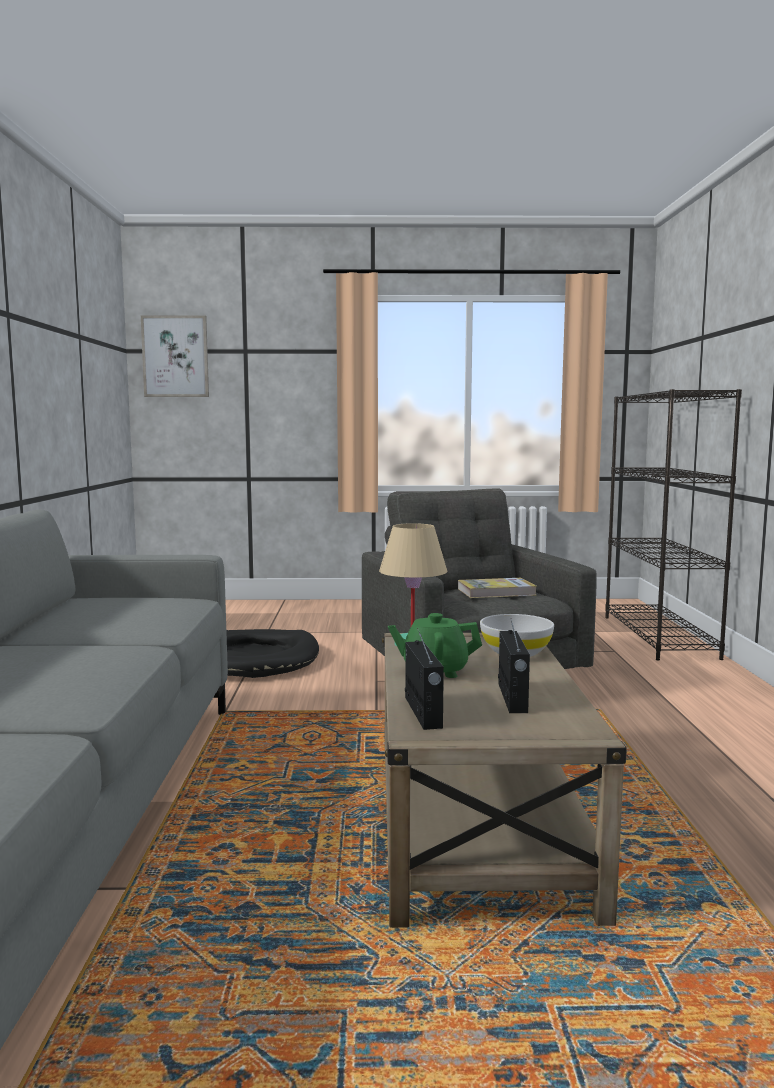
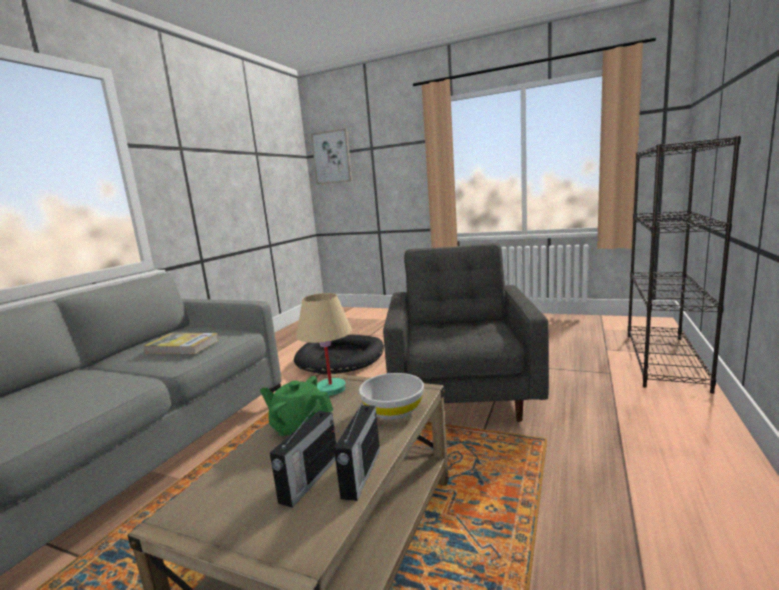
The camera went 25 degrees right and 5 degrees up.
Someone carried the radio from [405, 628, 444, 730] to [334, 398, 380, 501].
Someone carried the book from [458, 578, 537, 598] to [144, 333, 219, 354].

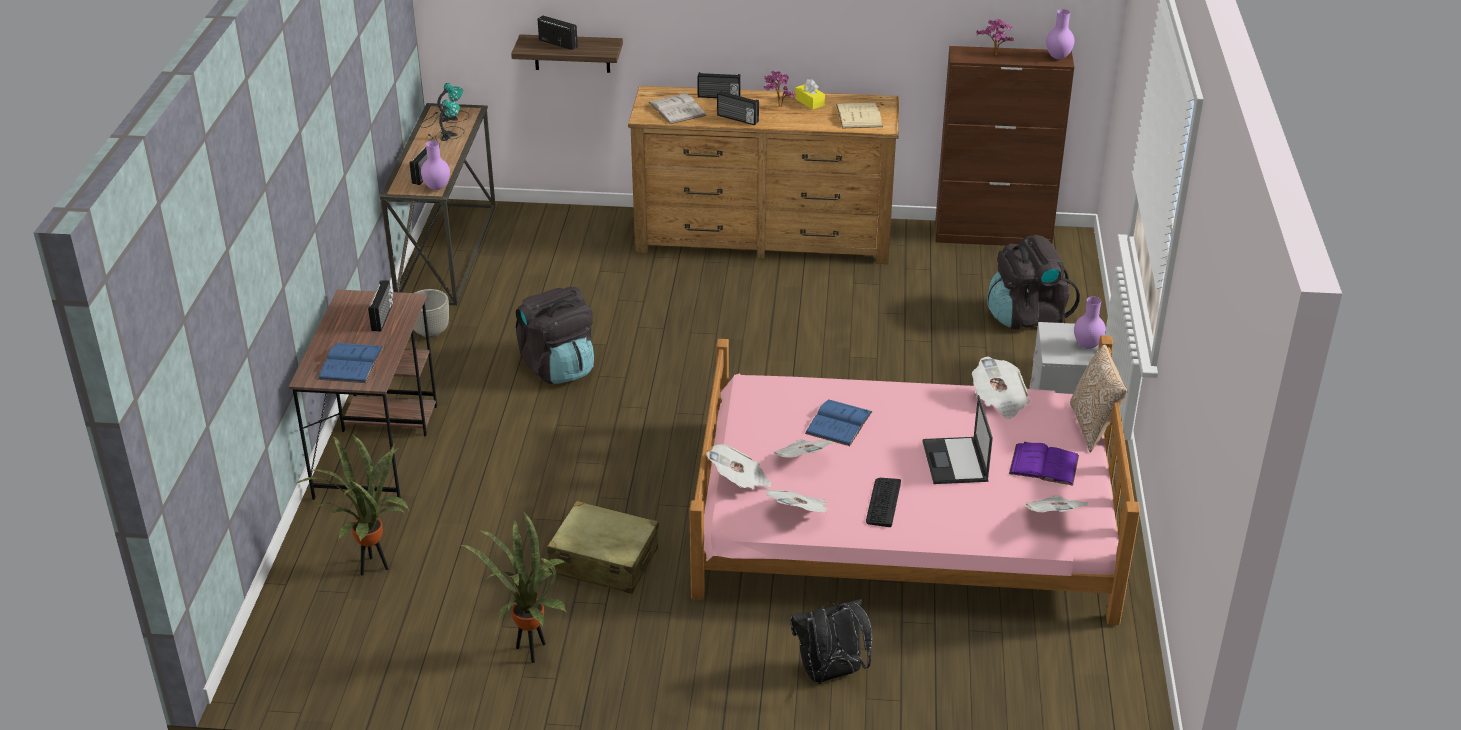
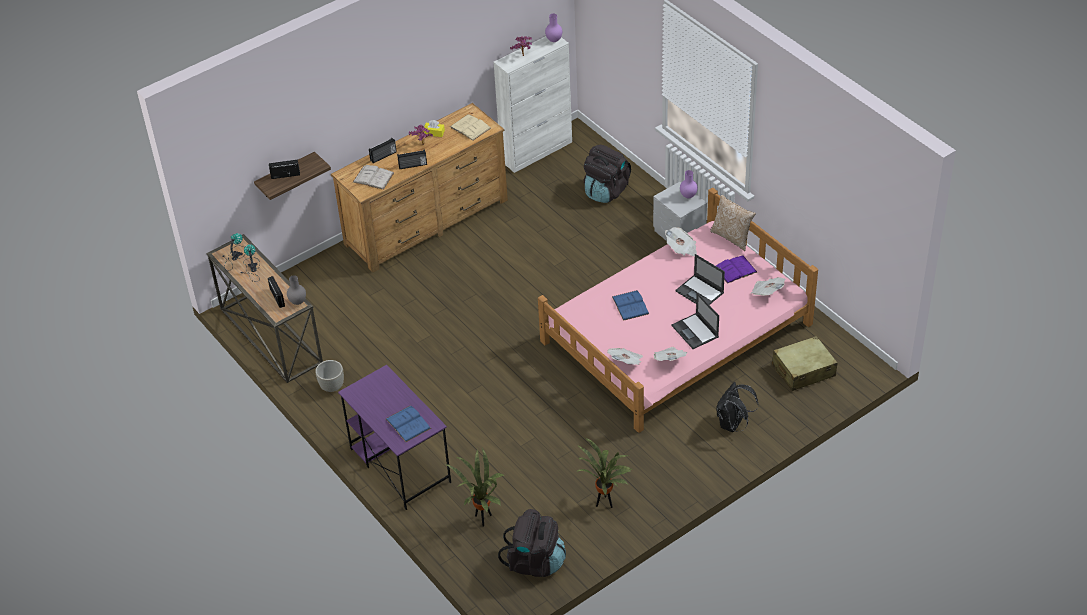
The camera went 40 degrees left and 10 degrees up.
Someone took away the radio at [368, 280, 393, 332].
Someone took away the newspaper at [774, 440, 833, 458].
Someone carried the backpack (black) from [516, 287, 594, 384] to [498, 509, 566, 577].
Someone carried the suitcase (beige) from [547, 501, 659, 594] to [772, 336, 838, 391].
Someone swapped the keyboard at [866, 478, 901, 527] for the laptop at [671, 292, 719, 349].
Someone repainted the desk (brown) at [289, 289, 437, 505], which became the desk (purple) at [338, 365, 451, 510].
Someone repainted the vase (purple) at [421, 140, 450, 190], which became the vase (grey) at [287, 275, 306, 305].
Someone repainted the cabinet (brown) at [935, 46, 1074, 246], which became the cabinet (white) at [494, 36, 572, 173].

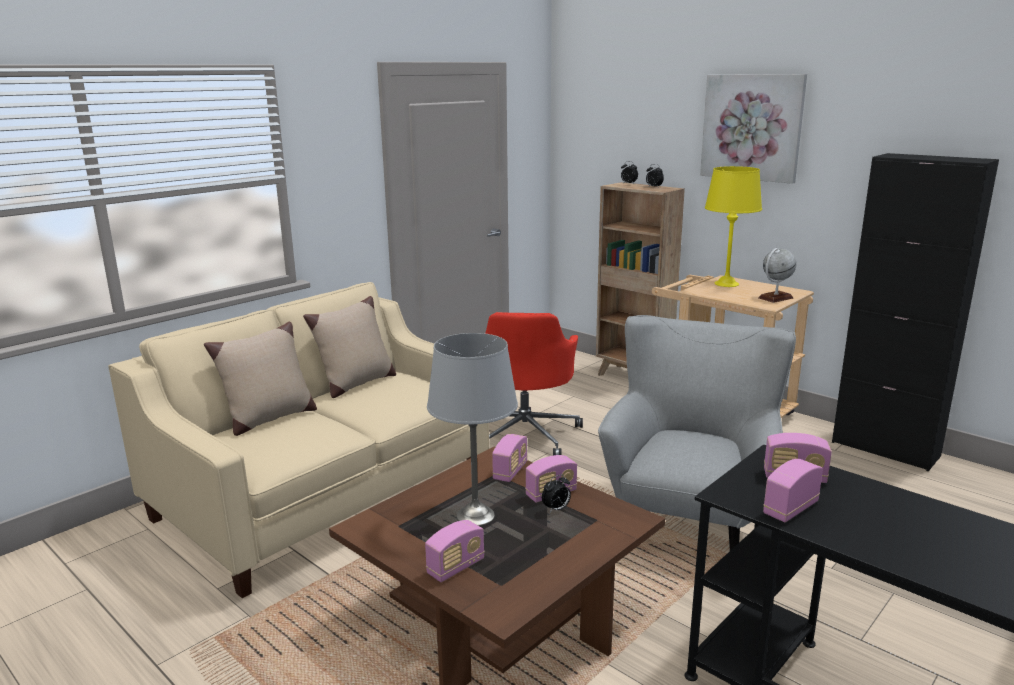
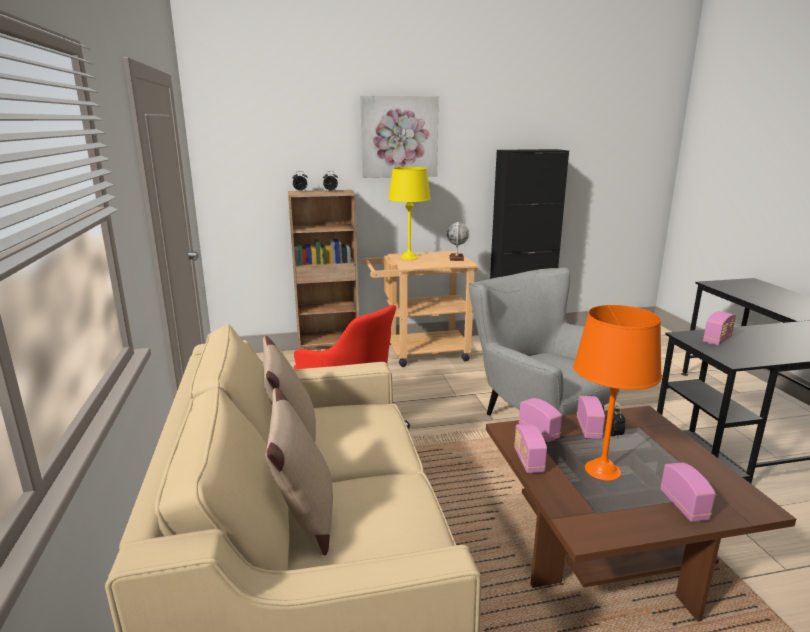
The camera went 55 degrees left and 0 degrees up.
Someone carried the radio from [763, 459, 823, 522] to [514, 424, 547, 473].
Someone repainted the table lamp (grey) at [427, 333, 518, 526], which became the table lamp (orange) at [573, 305, 662, 481].

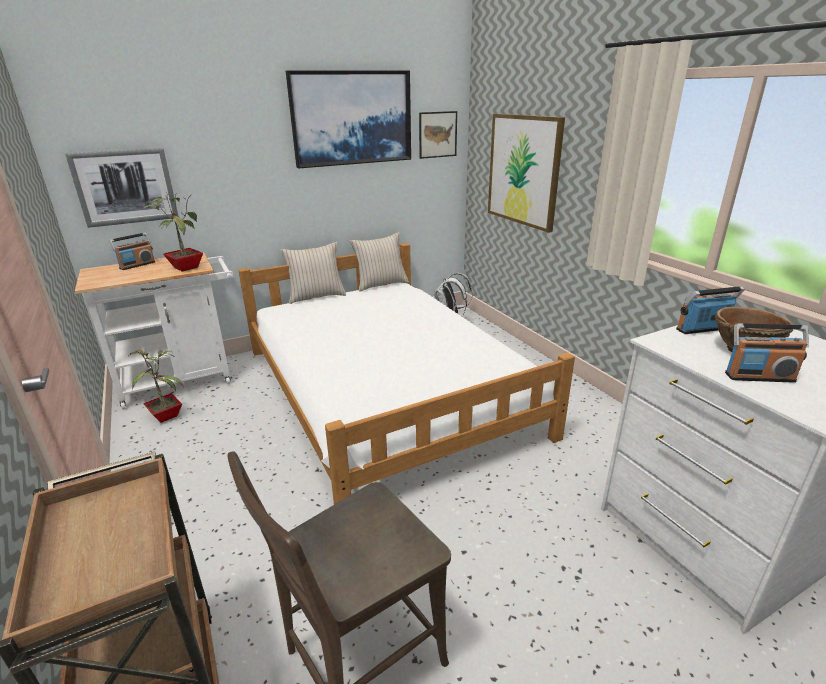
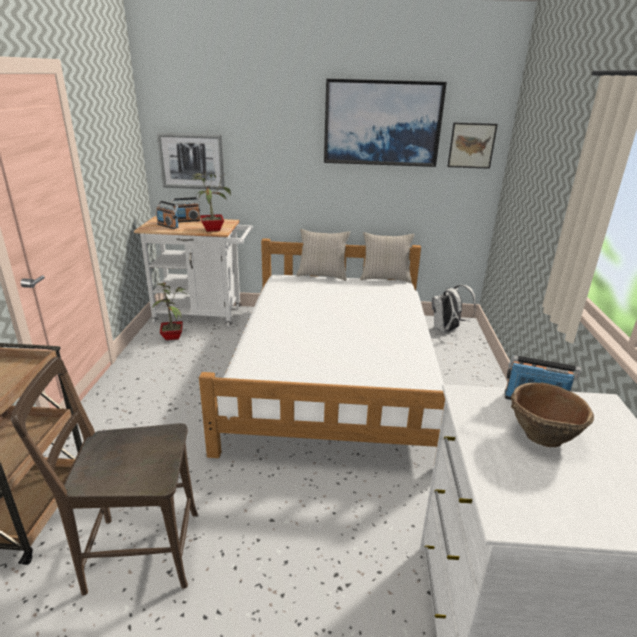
The camera went 30 degrees right and 0 degrees up.
Someone took away the picture at [488, 114, 565, 233].
Someone carried the radio from [725, 324, 808, 383] to [156, 200, 179, 229].

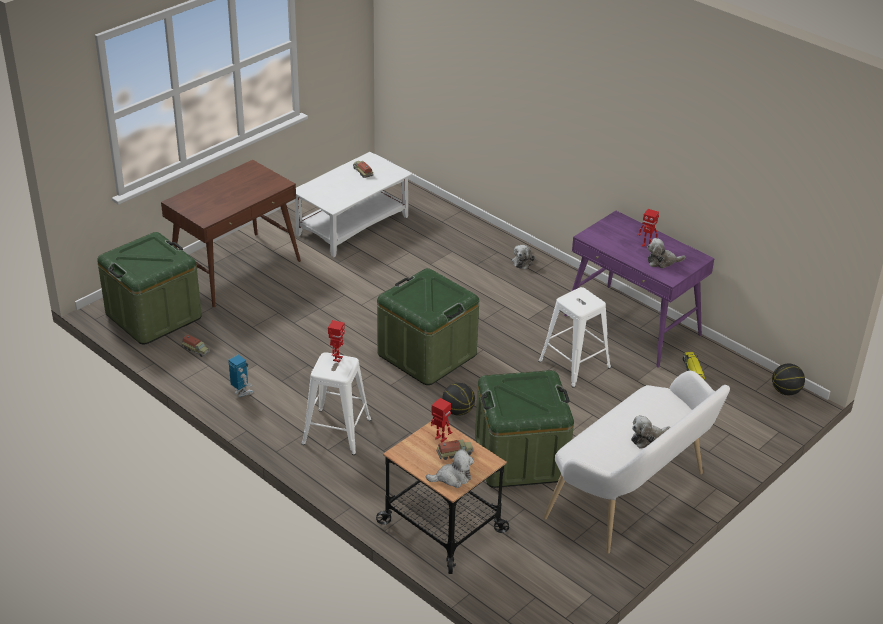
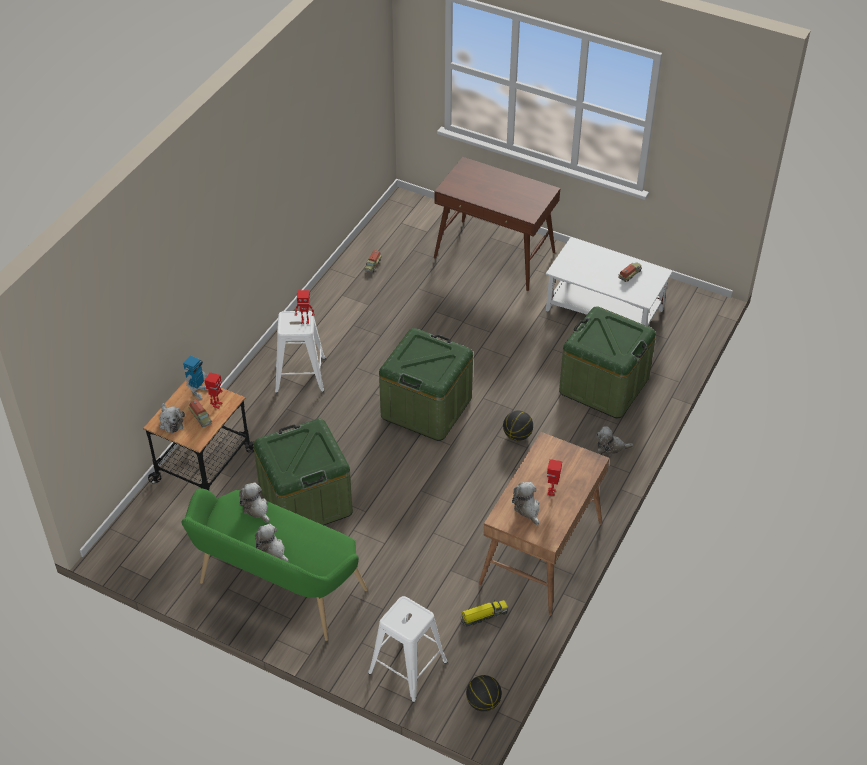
The camera went 75 degrees right and 10 degrees up.
Someone put down the plush toy at [239, 483, 269, 523].
Someone carried the storage box (green) from [97, 232, 202, 345] to [559, 306, 656, 418].
Someone carried the toy robot from [228, 355, 254, 397] to [183, 355, 209, 399].
Someone carried the basketball from [442, 383, 475, 416] to [503, 410, 533, 441].
Someone carried the stool (white) from [538, 287, 611, 388] to [368, 596, 448, 702].
Someone repainted the bench (white) at [543, 371, 730, 554], which became the bench (green) at [181, 488, 368, 641].
Someone repainted the desk (purple) at [564, 211, 715, 368], which became the desk (brown) at [478, 432, 609, 616].

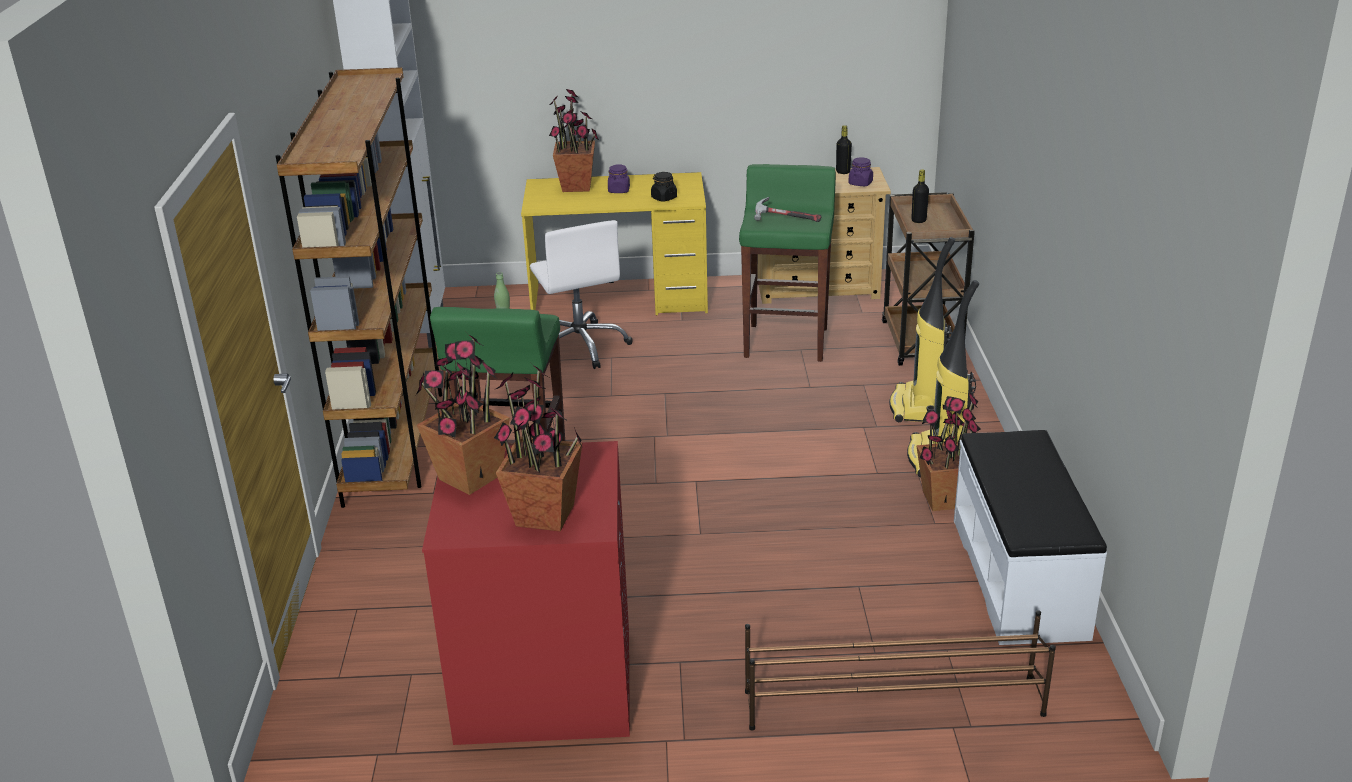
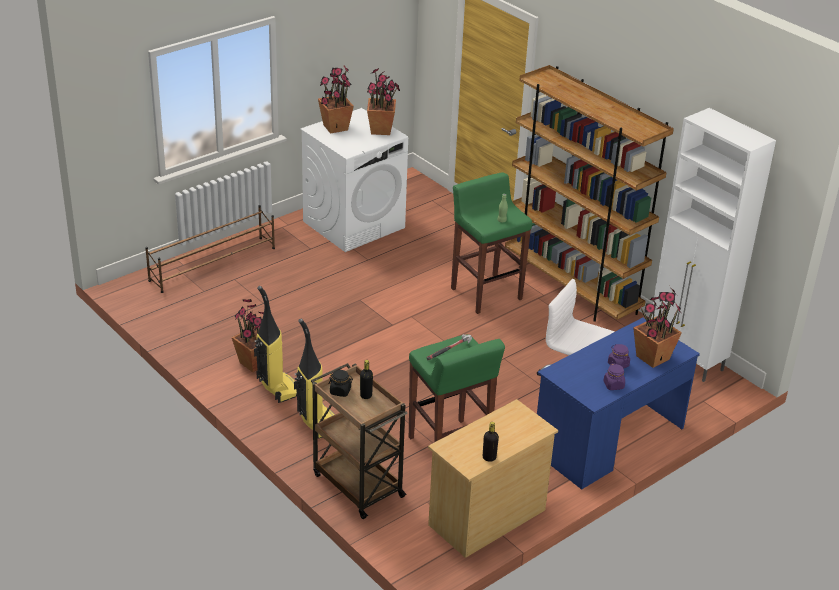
The camera went 140 degrees right and 5 degrees up.
Someone took away the bench (white) at [954, 430, 1107, 645].
Someone carried the jar (black) from [651, 172, 677, 202] to [329, 370, 353, 397].
Someone carried the jar (purple) from [848, 157, 873, 186] to [603, 363, 625, 390].
Someone repainted the washing machine (red) at [422, 441, 630, 745], which became the washing machine (white) at [300, 108, 408, 252].
Someone repainted the desk (yellow) at [521, 172, 708, 315], which became the desk (blue) at [537, 318, 700, 489].

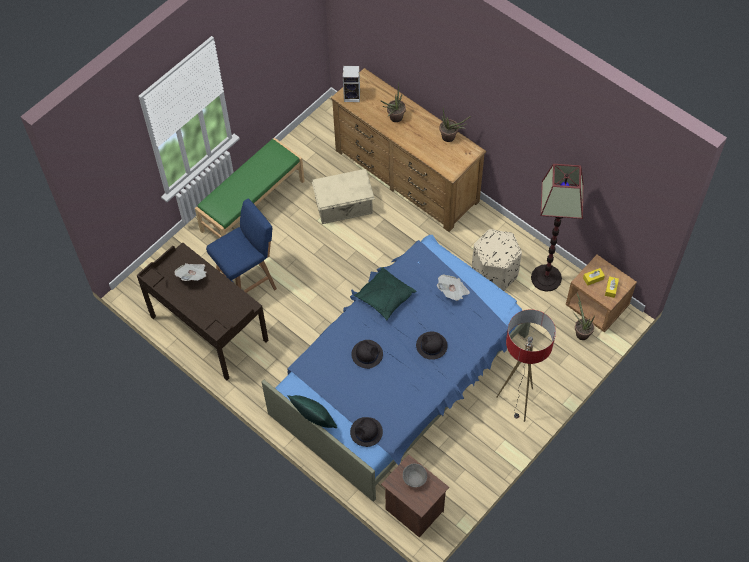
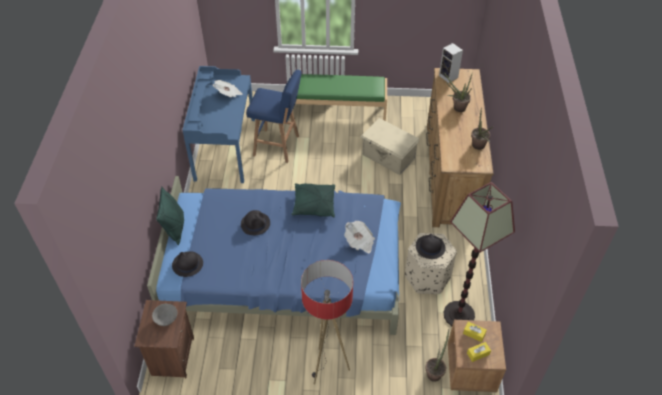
The camera went 50 degrees right and 10 degrees down.
Someone carried the hat (black) from [416, 332, 448, 360] to [416, 234, 445, 259].
Someone repainted the desk (brown) at [137, 242, 269, 380], which became the desk (blue) at [182, 66, 255, 183].

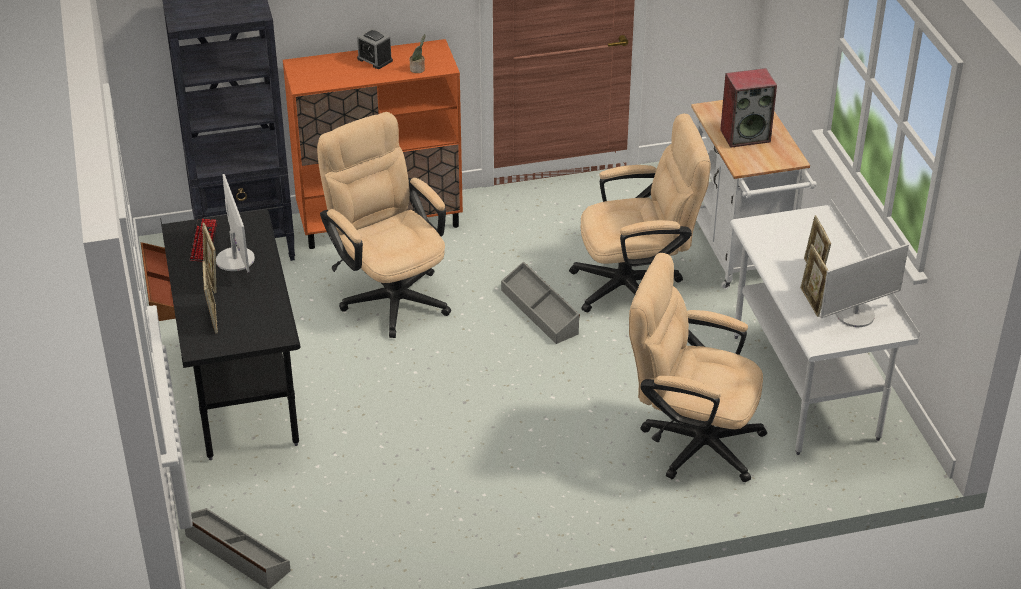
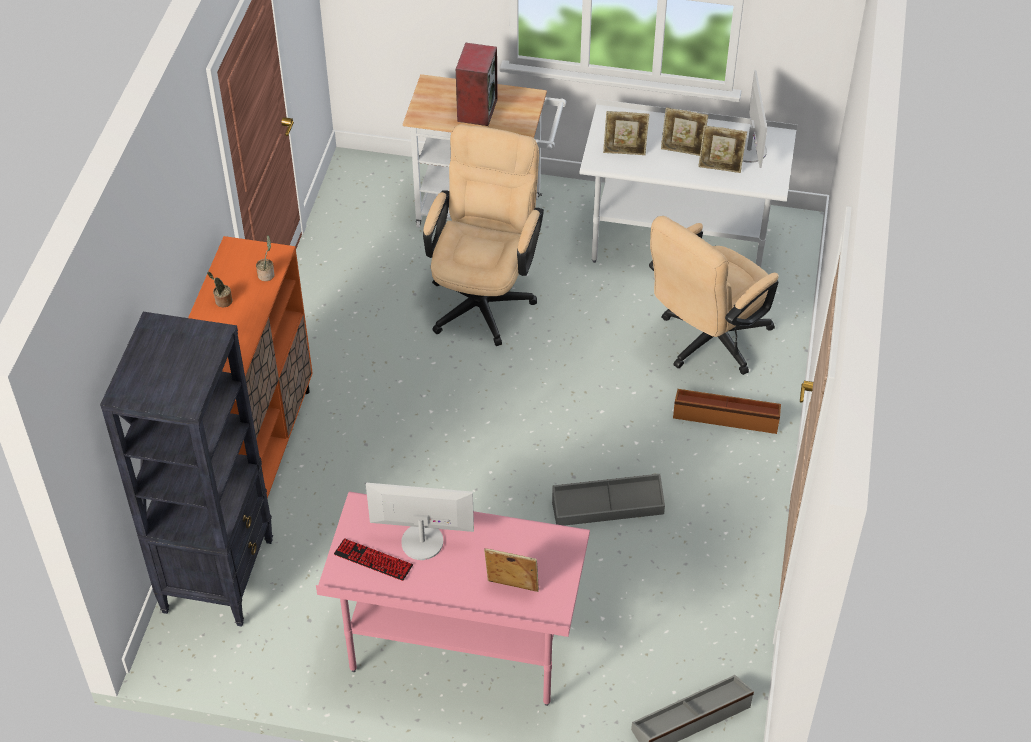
The camera went 65 degrees left and 10 degrees up.
Someone took away the office chair (beige) at [317, 112, 451, 338].
Someone carried the storage box (brown) from [141, 242, 176, 321] to [673, 389, 781, 434].
Someone carried the picture frame from [202, 223, 216, 293] to [603, 111, 649, 155].
Someone carried the storage box (grey) from [501, 261, 580, 344] to [552, 474, 665, 526].
Someone swapped the alarm clock at [357, 28, 393, 69] for the potted plant at [207, 272, 232, 308].
Someone repainted the desk (black) at [160, 209, 301, 460], which became the desk (pink) at [316, 491, 590, 706].

